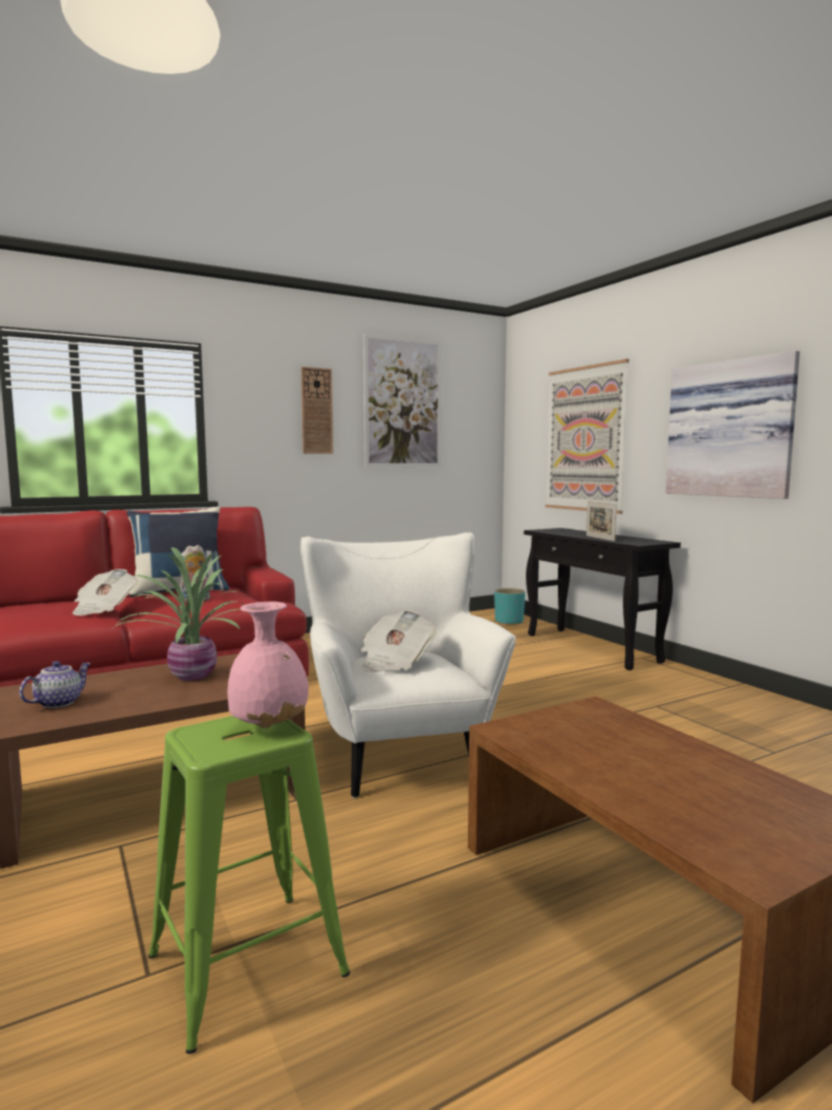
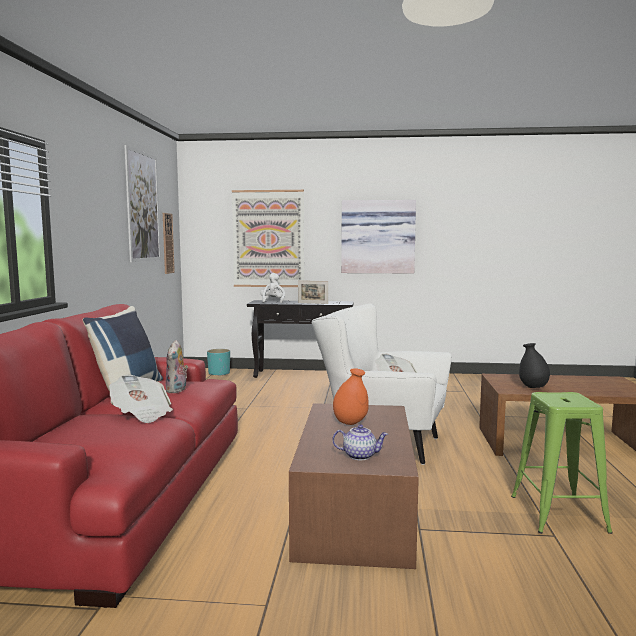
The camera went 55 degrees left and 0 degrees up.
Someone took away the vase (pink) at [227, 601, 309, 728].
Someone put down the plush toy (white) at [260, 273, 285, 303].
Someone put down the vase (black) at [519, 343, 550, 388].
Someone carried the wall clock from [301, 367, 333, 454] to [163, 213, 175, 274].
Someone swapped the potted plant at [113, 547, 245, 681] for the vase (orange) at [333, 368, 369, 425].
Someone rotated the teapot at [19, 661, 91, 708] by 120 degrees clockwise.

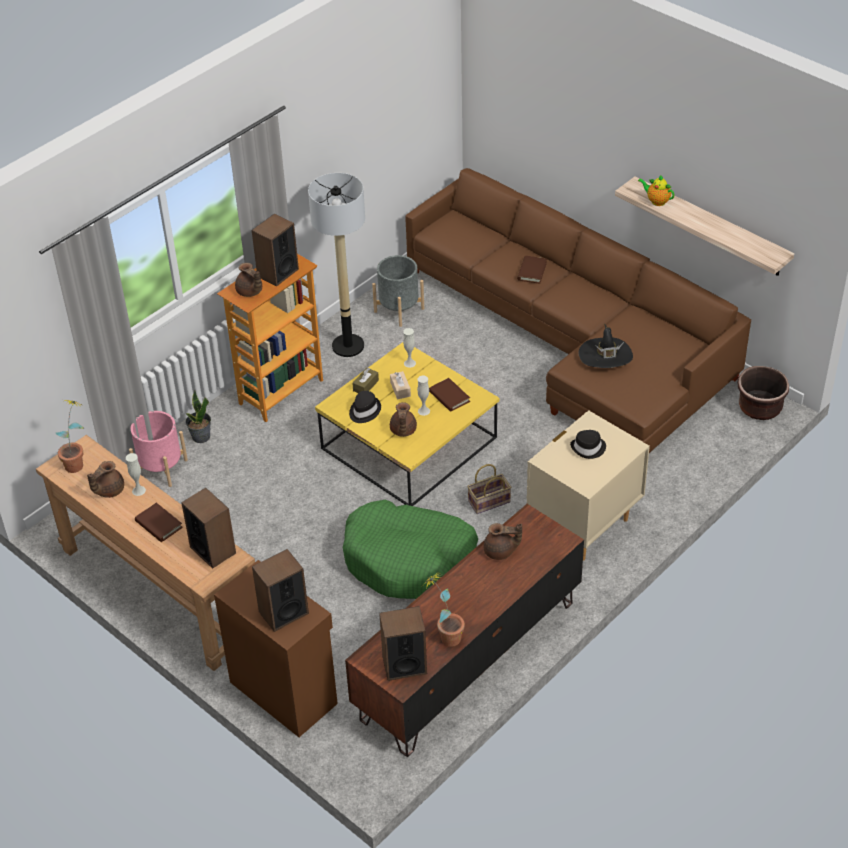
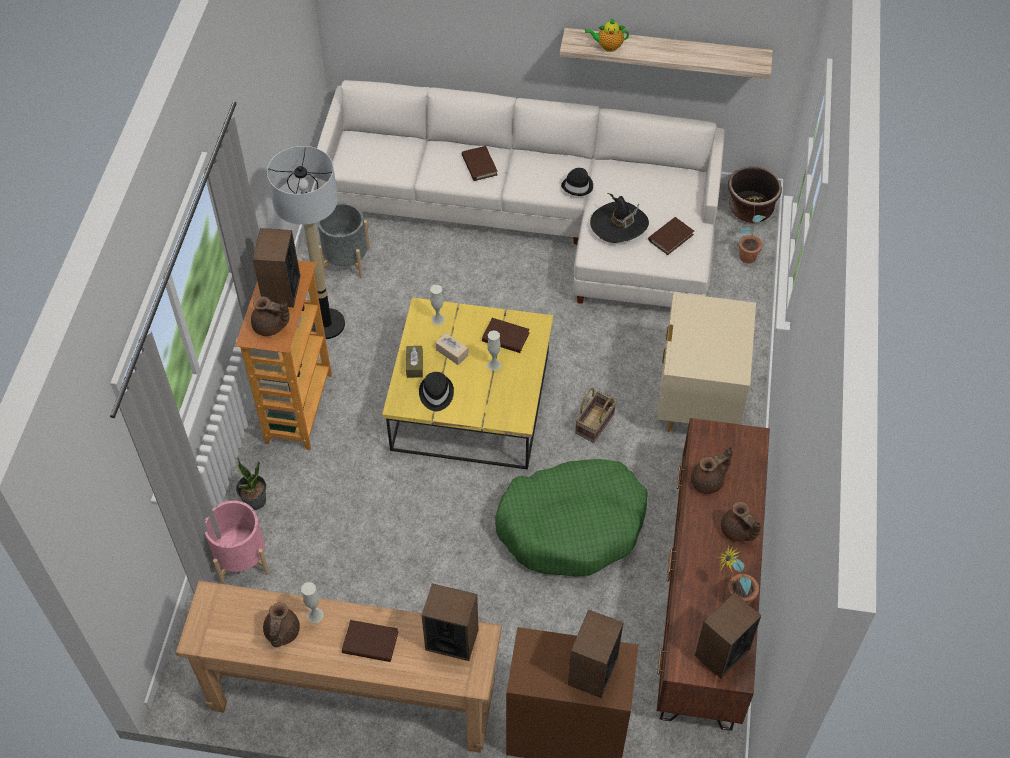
The camera went 35 degrees left and 10 degrees up.
Someone put down the book (brown) at [648, 217, 694, 255].
Someone carried the potted plant from [56, 400, 84, 473] to [738, 196, 766, 264].
Someone carried the teapot (brown) from [390, 402, 417, 437] to [721, 502, 761, 542].
Someone carried the hat (black) from [570, 430, 606, 459] to [561, 168, 593, 196].
Someone repainted the sofa (brown) at [405, 168, 751, 453], which became the sofa (white) at [317, 80, 725, 307].

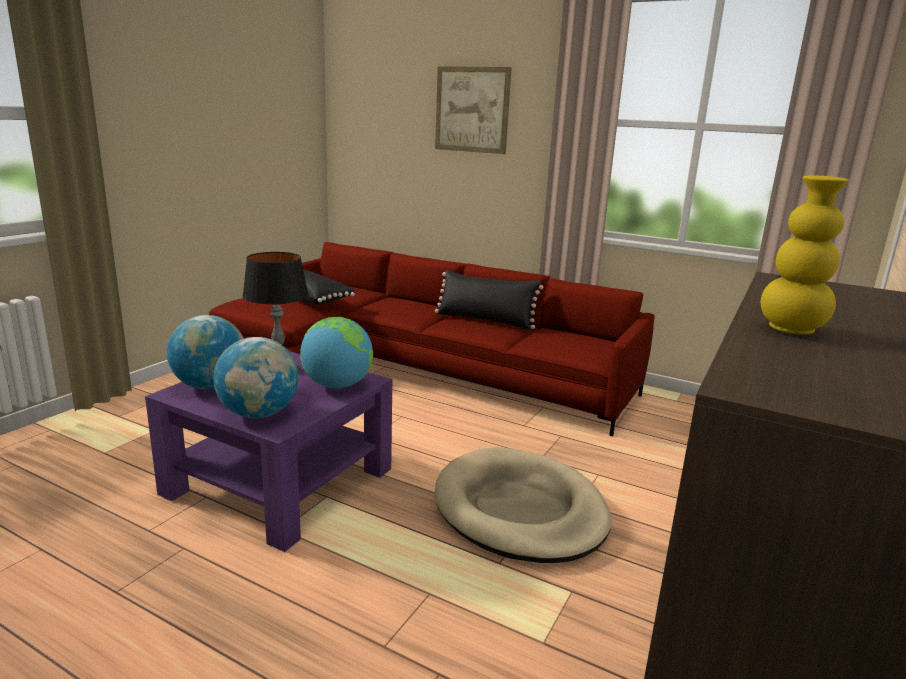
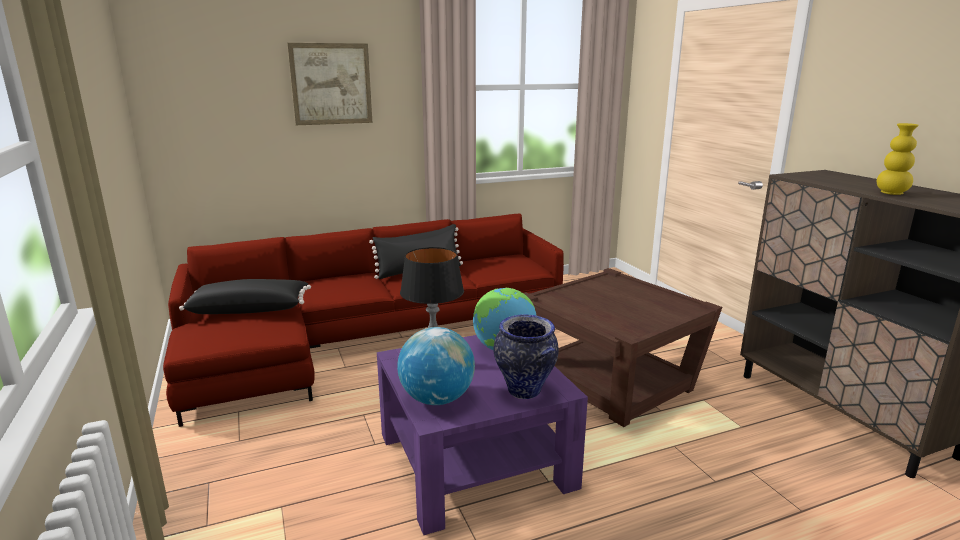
The camera went 50 degrees left and 0 degrees up.
Someone swapped the globe at [214, 337, 299, 418] for the vase at [494, 314, 558, 399].
Someone swapped the dog bed (beige) at [435, 447, 612, 563] for the side table (brown) at [524, 268, 722, 427].

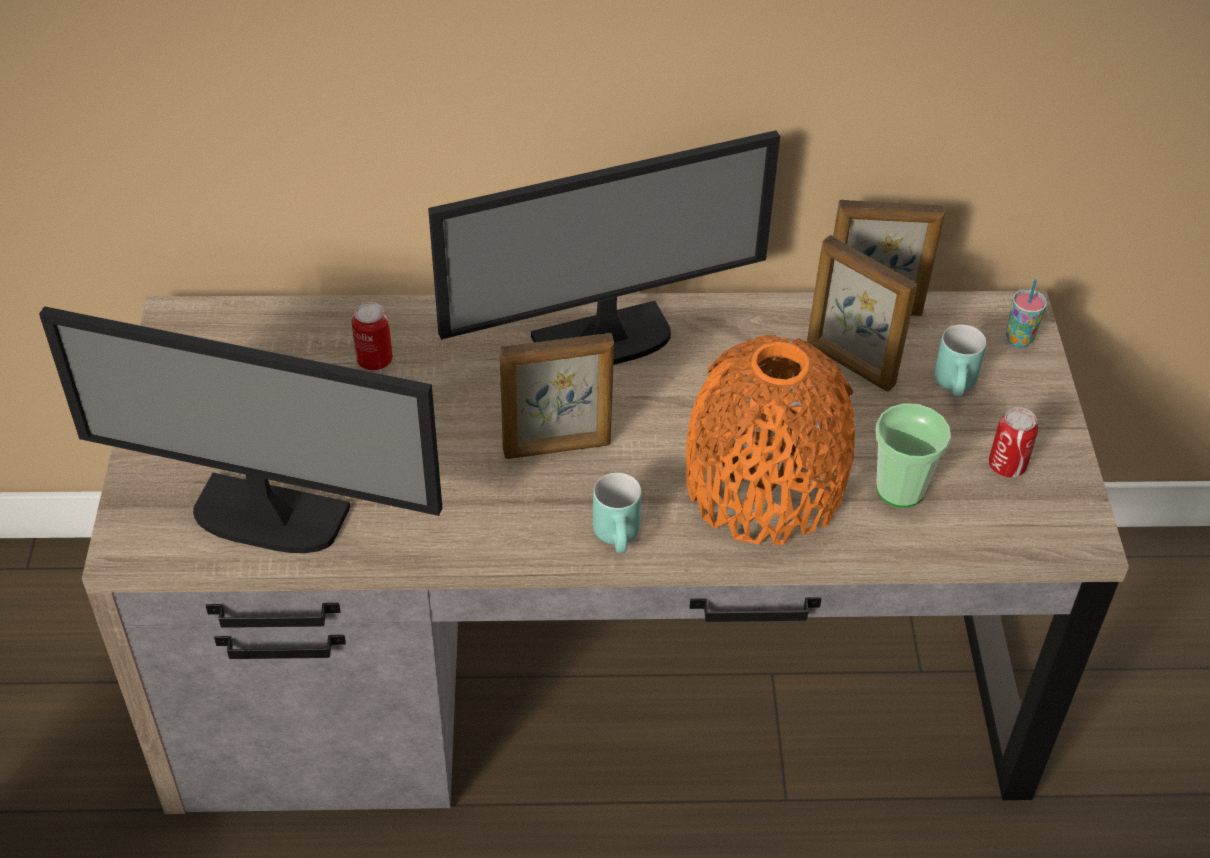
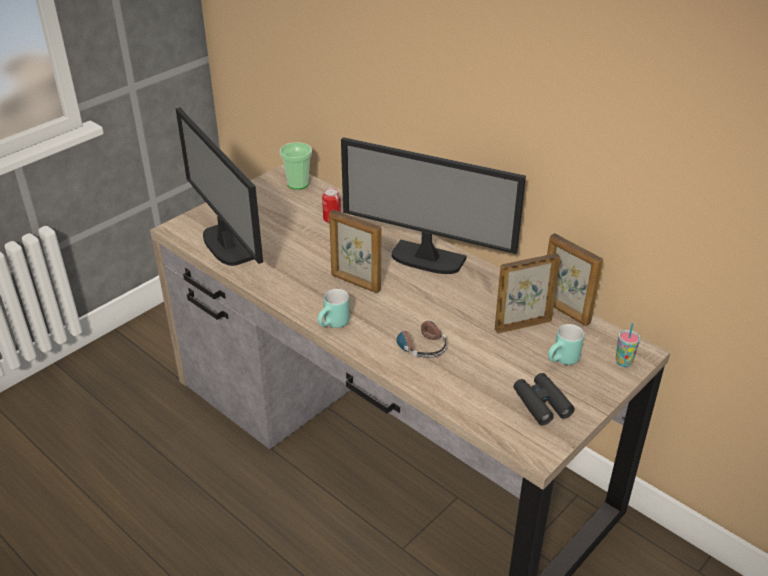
The camera went 45 degrees right and 10 degrees down.
Someone carried the cup from [875, 403, 951, 507] to [280, 142, 312, 190].
Someone swapped the vase (orange) at [686, 335, 855, 545] for the headphones at [397, 316, 447, 358].
Someone swapped the can at [989, 407, 1038, 477] for the binoculars (black) at [513, 373, 575, 425].
Someone rotated the picture frame at [807, 235, 917, 392] by 75 degrees clockwise.

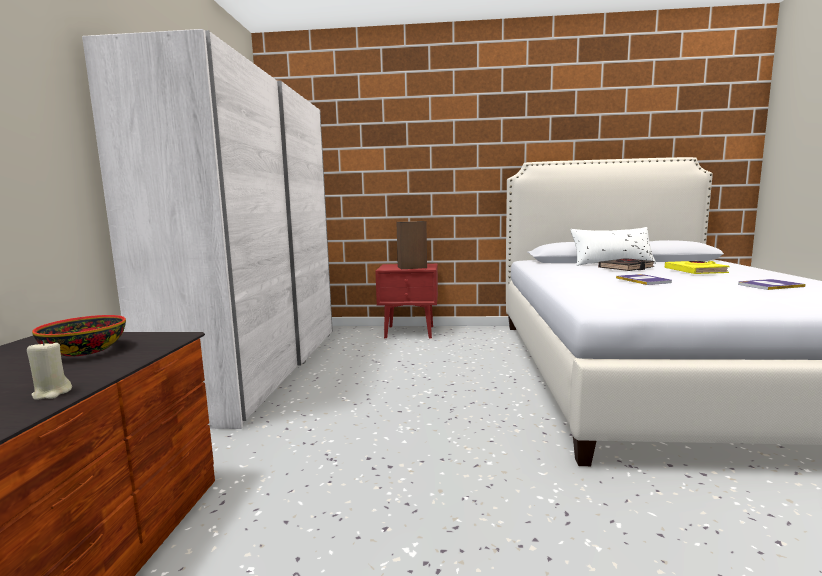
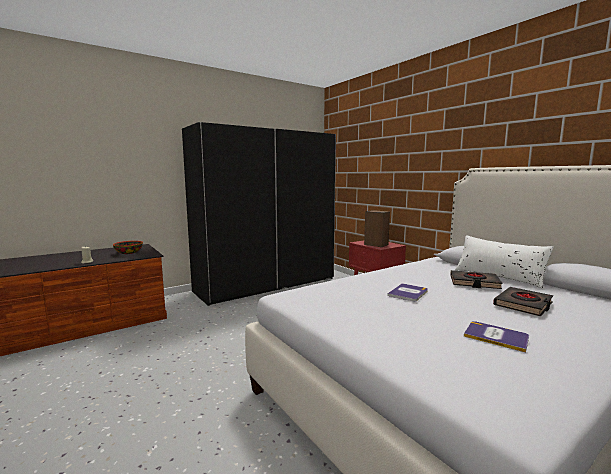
The camera went 50 degrees right and 0 degrees up.
Someone repainted the wardrobe (white) at [82, 29, 333, 429], which became the wardrobe (black) at [182, 122, 336, 306].
Someone repainted the book (yellow) at [665, 261, 730, 274], which became the book (black) at [493, 287, 553, 316].

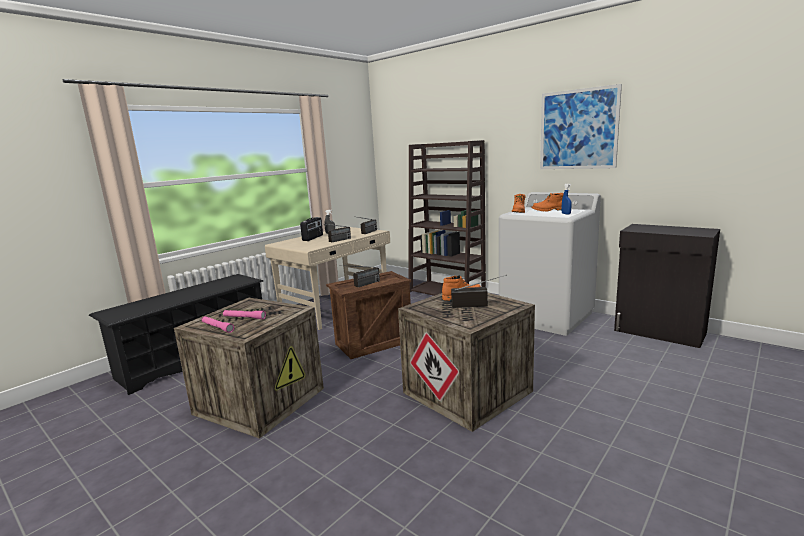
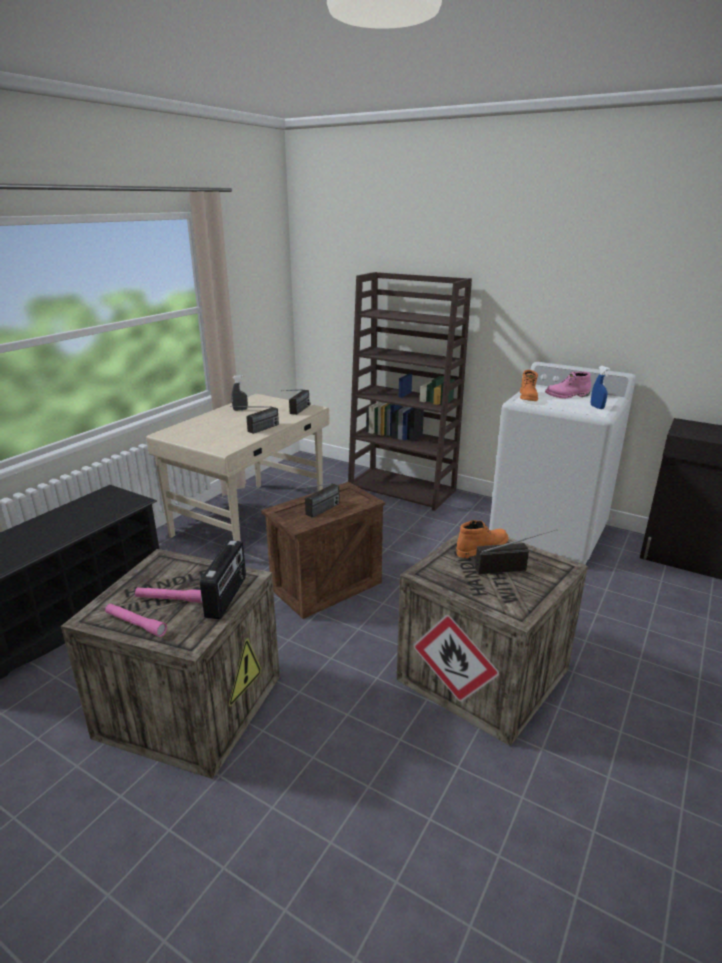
The camera went 10 degrees left and 10 degrees up.
Someone took away the picture at [540, 84, 622, 169].
Someone carried the radio from [300, 217, 323, 241] to [200, 540, 246, 619].
Someone repainted the boot (orange) at [532, 193, 564, 211], which became the boot (pink) at [545, 372, 591, 399].

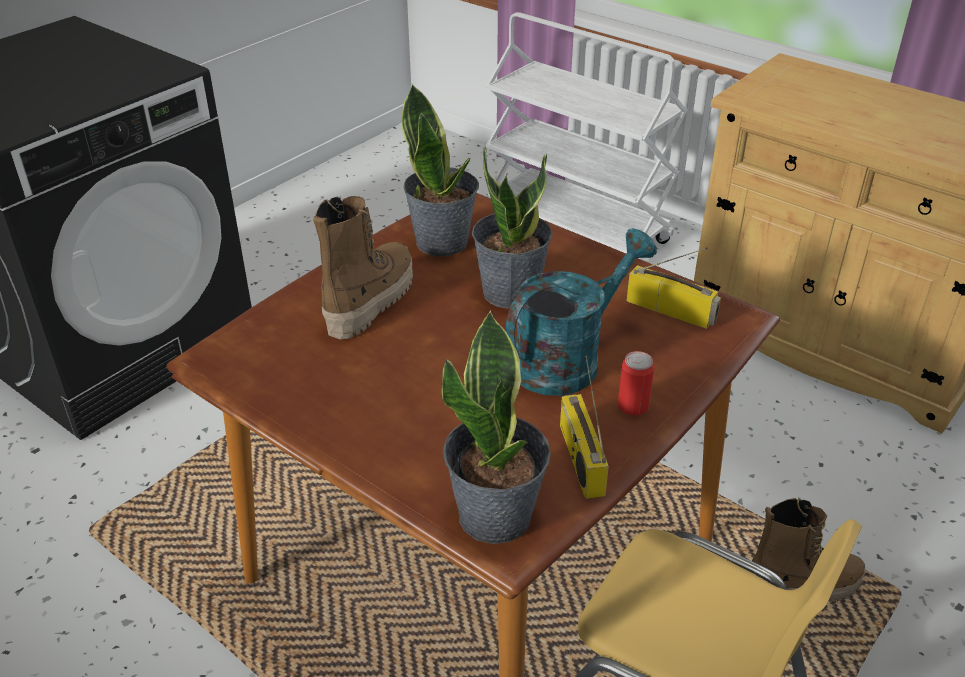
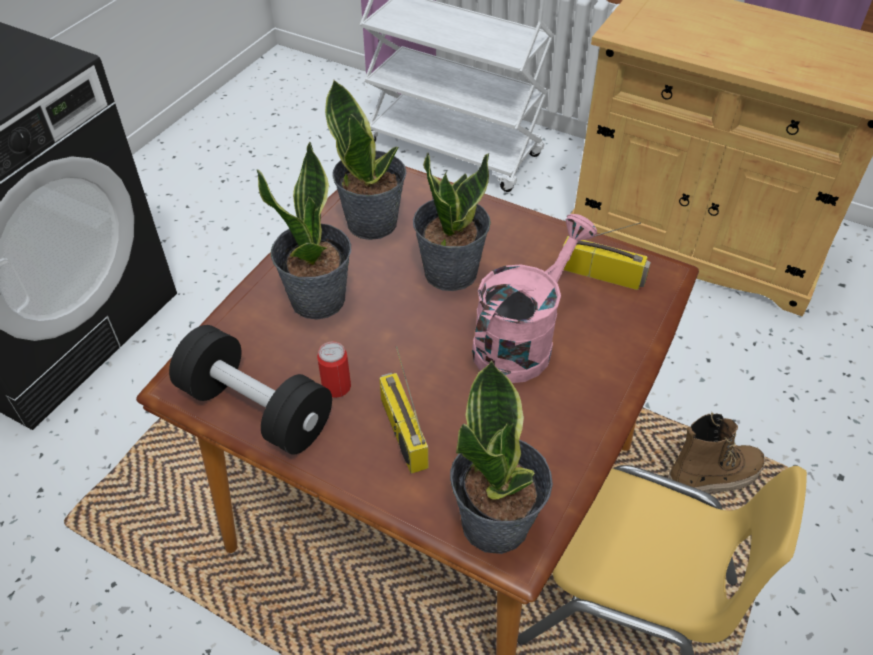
The camera went 10 degrees left and 10 degrees up.
Someone put down the dumbbell (black) at [169, 325, 332, 455].
Someone carried the radio from [560, 356, 609, 499] to [379, 347, 428, 474].
Someone carried the can from [618, 351, 654, 415] to [317, 342, 351, 398].
Someone swapped the boot at [313, 196, 413, 339] for the potted plant at [256, 141, 351, 320].
Someone repainted the watering can (turquoise) at [505, 228, 657, 396], which became the watering can (pink) at [472, 214, 597, 383].

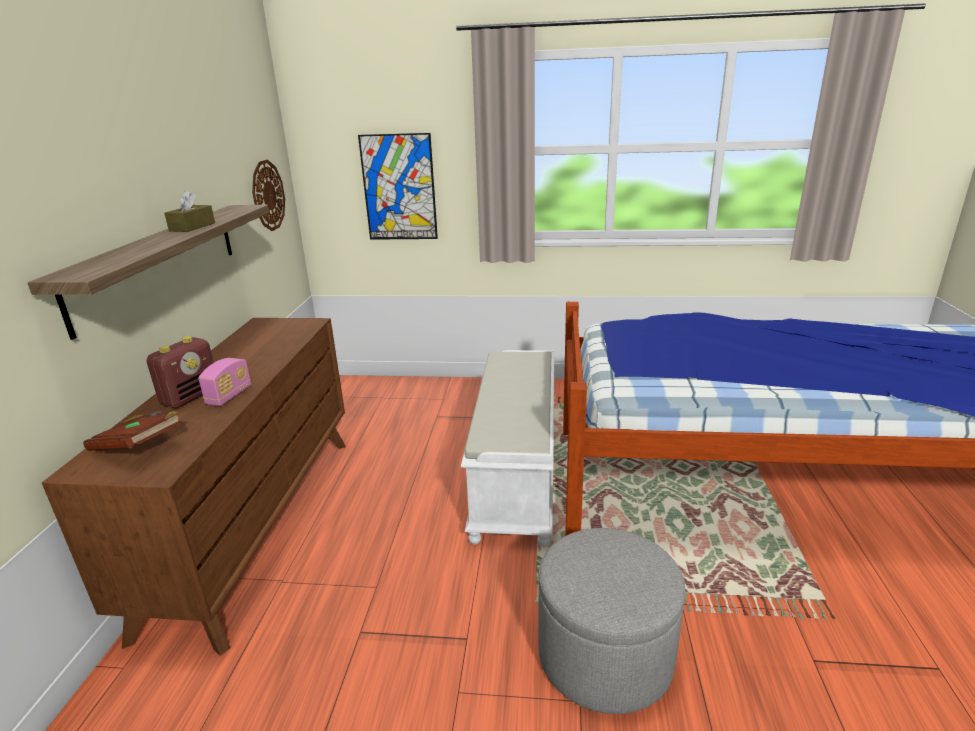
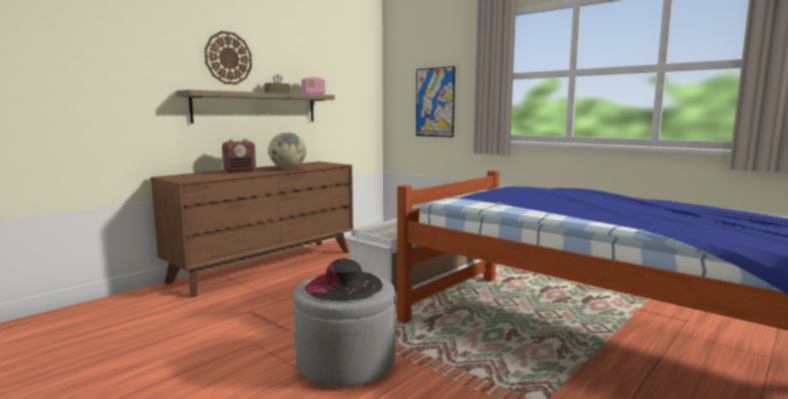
The camera went 35 degrees right and 15 degrees down.
Someone took away the book (brown) at [83, 410, 182, 451].
Someone put down the globe at [268, 132, 306, 169].
Someone put down the hat (black) at [305, 259, 383, 301].
Someone carried the radio from [198, 358, 251, 406] to [301, 77, 325, 95].
Someone carried the wall clock from [252, 160, 285, 231] to [204, 31, 252, 85].

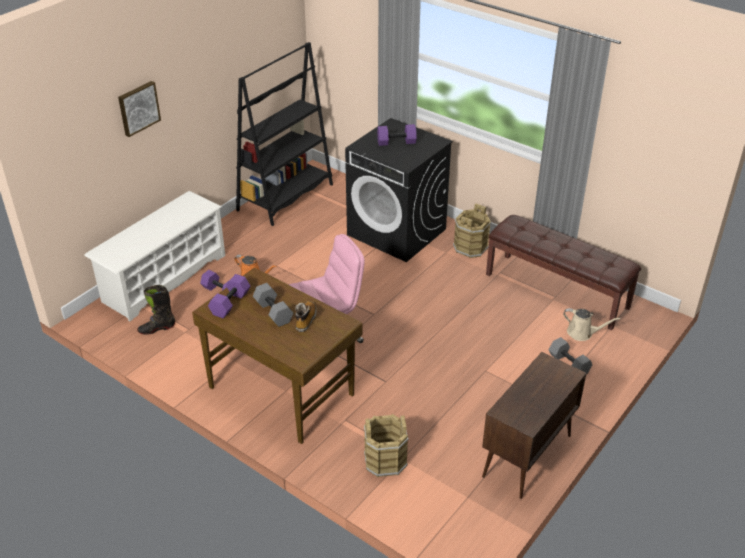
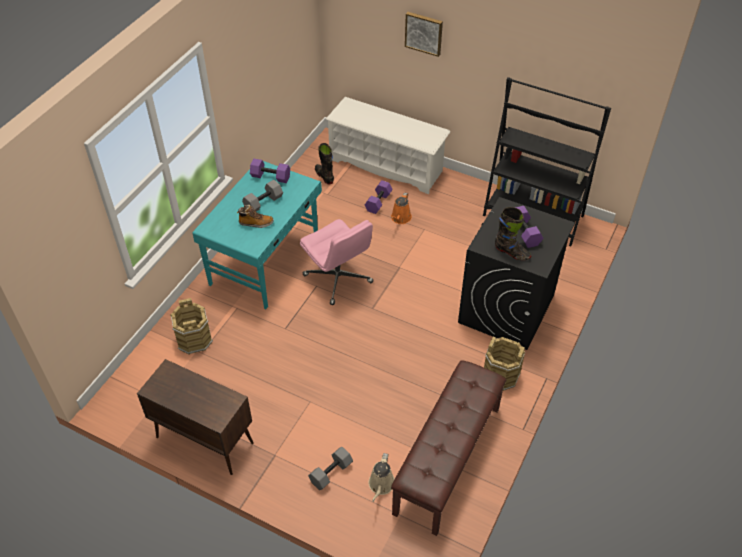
The camera went 80 degrees right and 10 degrees up.
Someone put down the boot (black) at [495, 207, 531, 260].
Someone repainted the desk (brown) at [192, 268, 363, 444], which became the desk (turquoise) at [193, 161, 322, 309].

